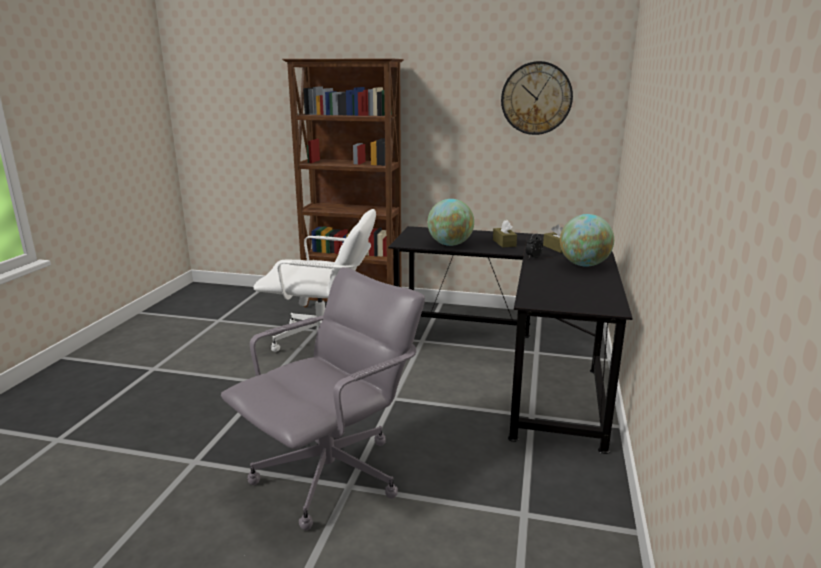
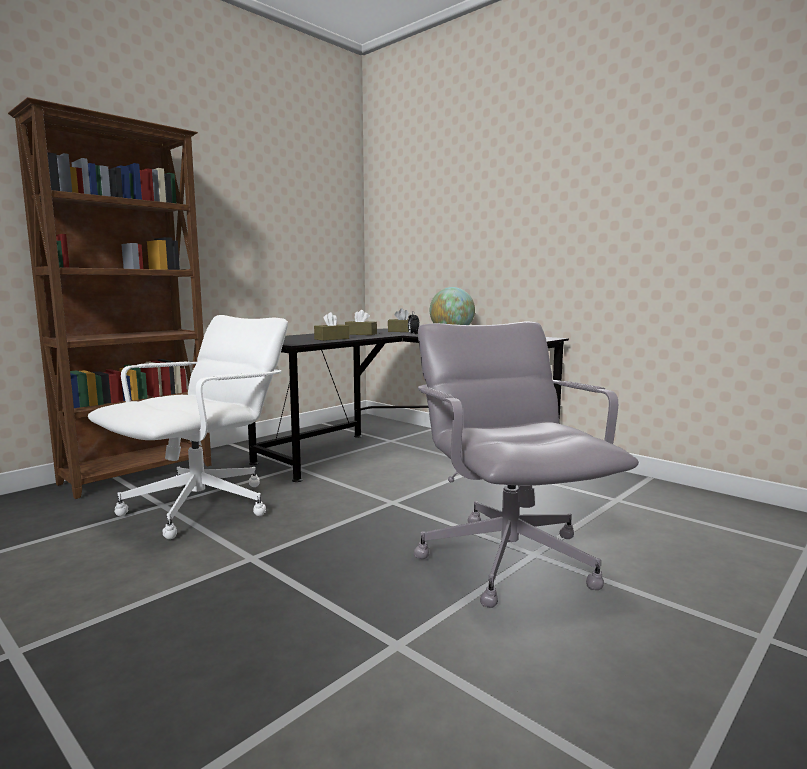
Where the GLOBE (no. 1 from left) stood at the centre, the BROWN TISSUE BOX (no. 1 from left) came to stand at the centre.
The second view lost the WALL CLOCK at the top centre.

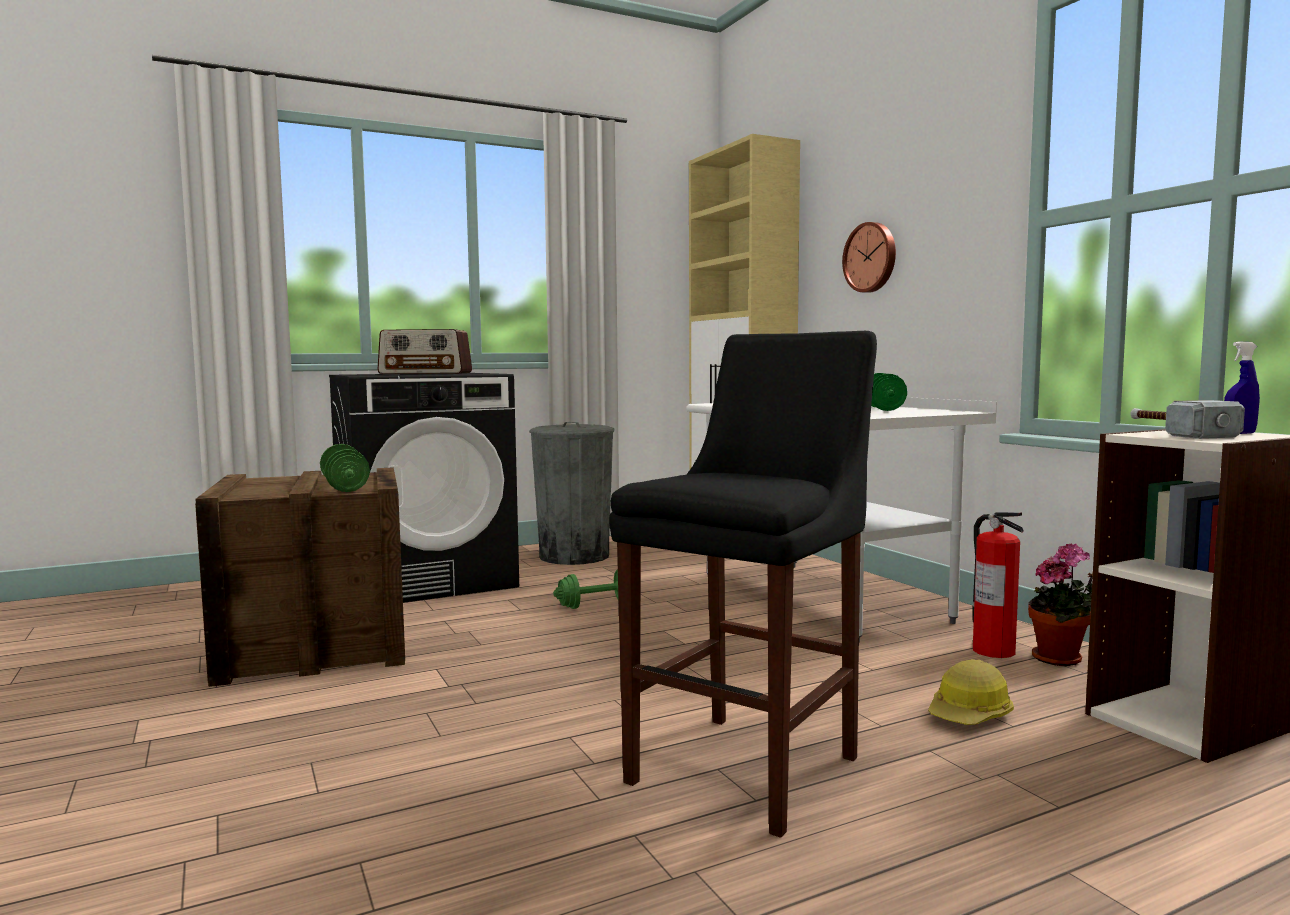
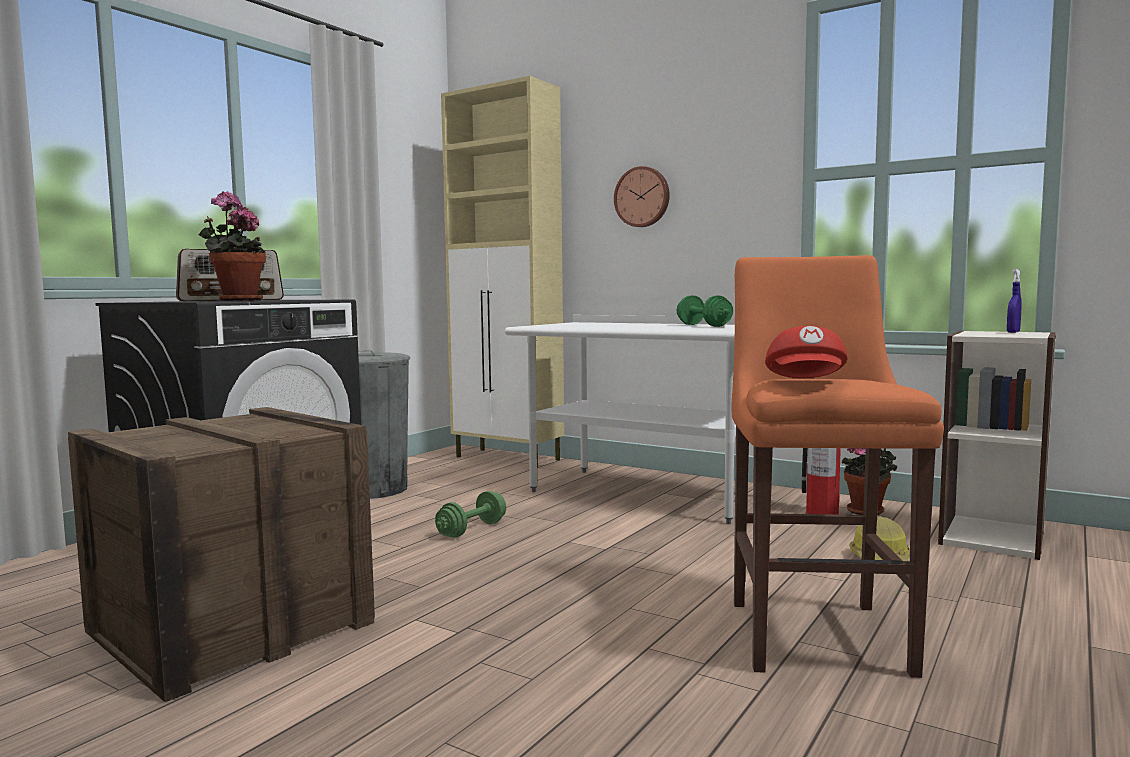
The second view lost the GREEN DUMBBELL (no. 1 from left) at the middle left.
What was the BLACKISH STOOL SEAT at the centre turned into the ORANGE-COLOURED STOOL SEAT at the middle right.
The second view lost the HAND HAMMER at the middle right.
The second view gained the POTTED PLANT (no. 1 from left) at the top left.
The second view gained the REDDISH BASEBALL CAP at the middle right.

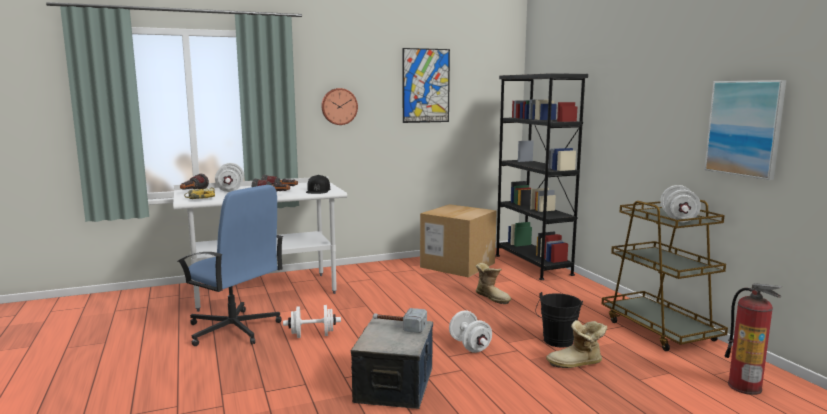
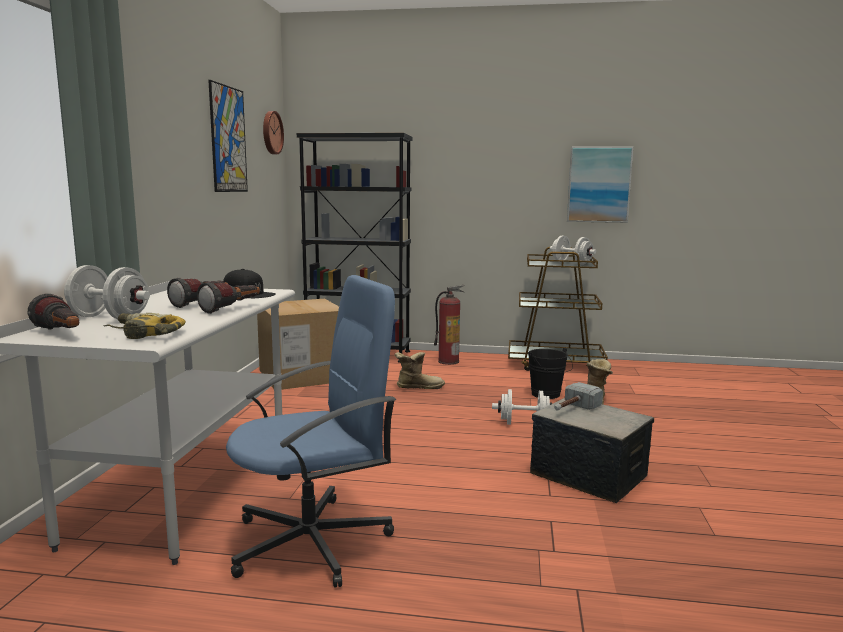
The second view lost the WHITE-COLOURED DUMBBELL (no. 2 from left) at the bottom centre.
The WALL CLOCK ended up elsewhere, having gone from the top centre to the top left.
The FIRE-FIGHTING CYLINDER ended up elsewhere, having gone from the bottom right to the centre.

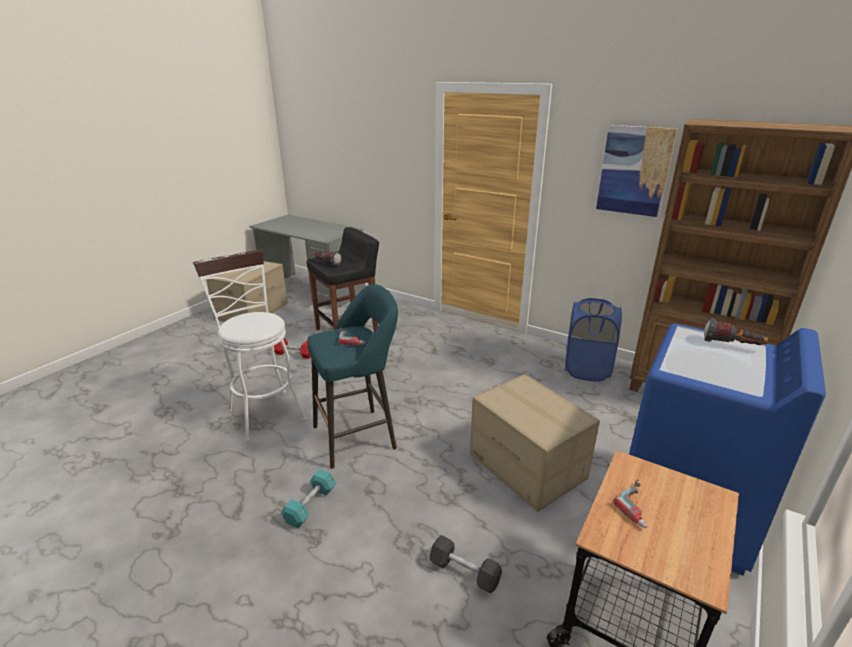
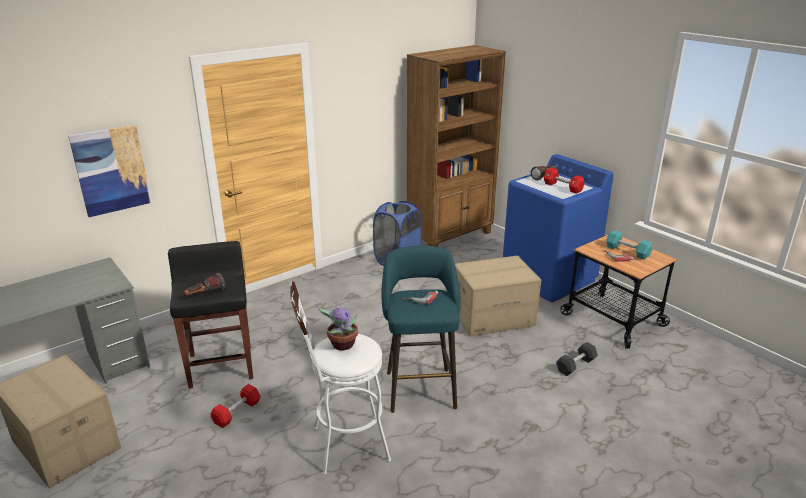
The TURQUOISE DUMBBELL ended up elsewhere, having gone from the bottom centre to the middle right.
The WALL ART ended up elsewhere, having gone from the top right to the middle left.
The second view gained the POTTED PLANT at the centre.
The second view gained the REDDISH DUMBBELL (no. 2 from left) at the middle right.

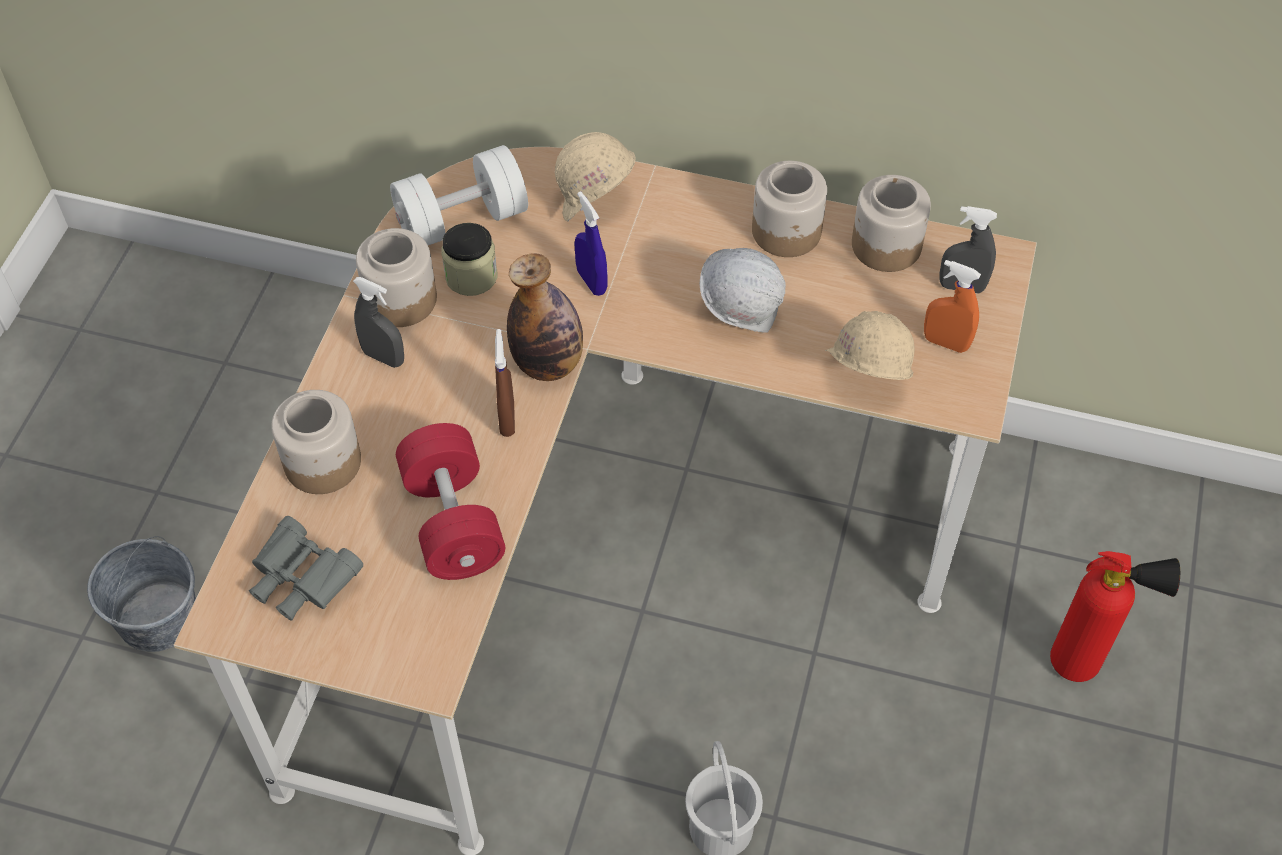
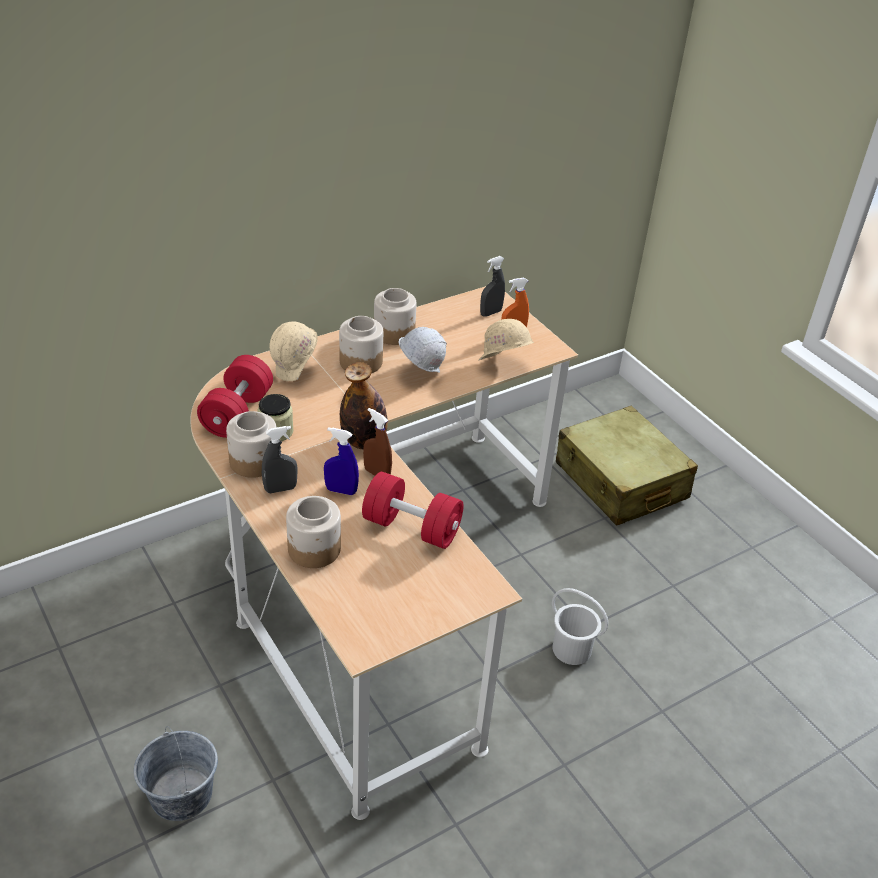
The second view lost the GREY BINOCULARS at the middle left.
What was the WHITE-COLOURED DUMBBELL at the top centre turned into the REDDISH DUMBBELL (no. 1 from left) at the middle left.
The BLUISH SPRAY BOTTLE ended up elsewhere, having gone from the top centre to the centre.
The PRESERVE JAR (no. 5 from left in the first image) ended up elsewhere, having gone from the top right to the centre.
Where the FIRE-FIGHTING CYLINDER stood at the bottom right, the SAND-COLOURED SUITCASE came to stand at the middle right.

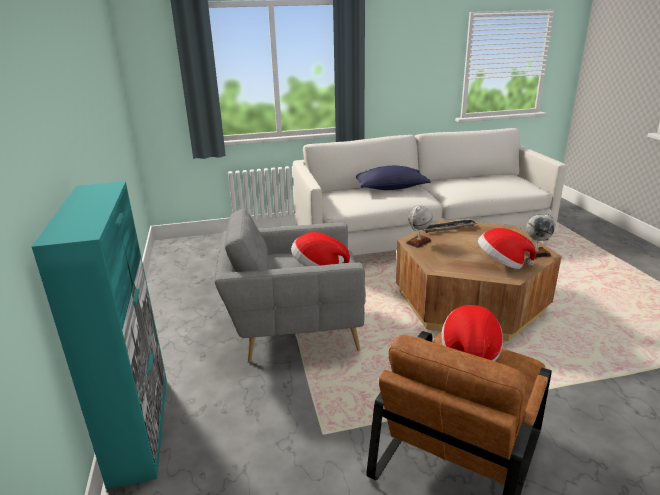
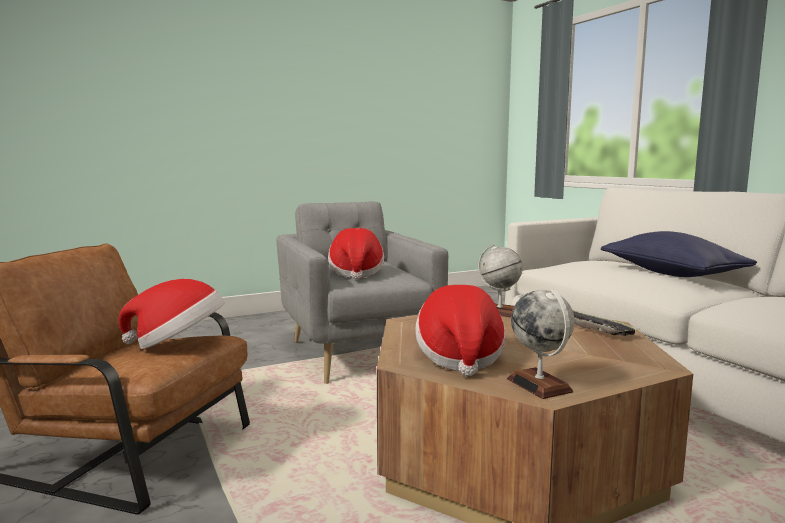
The second view lost the TURQUOISE STORAGE CABINET at the bottom left.

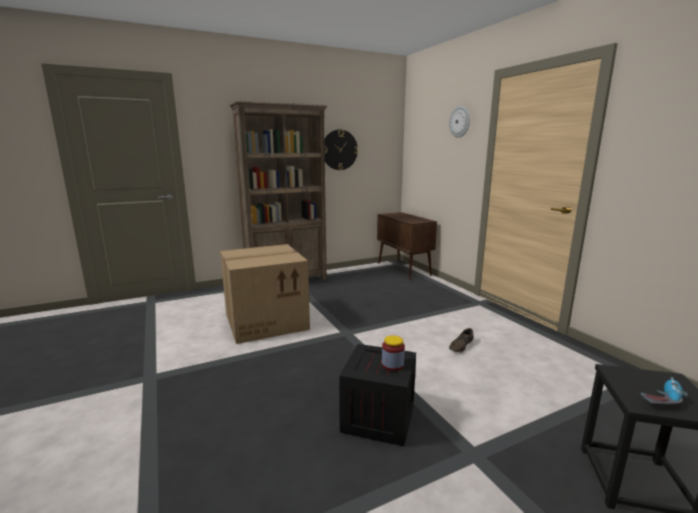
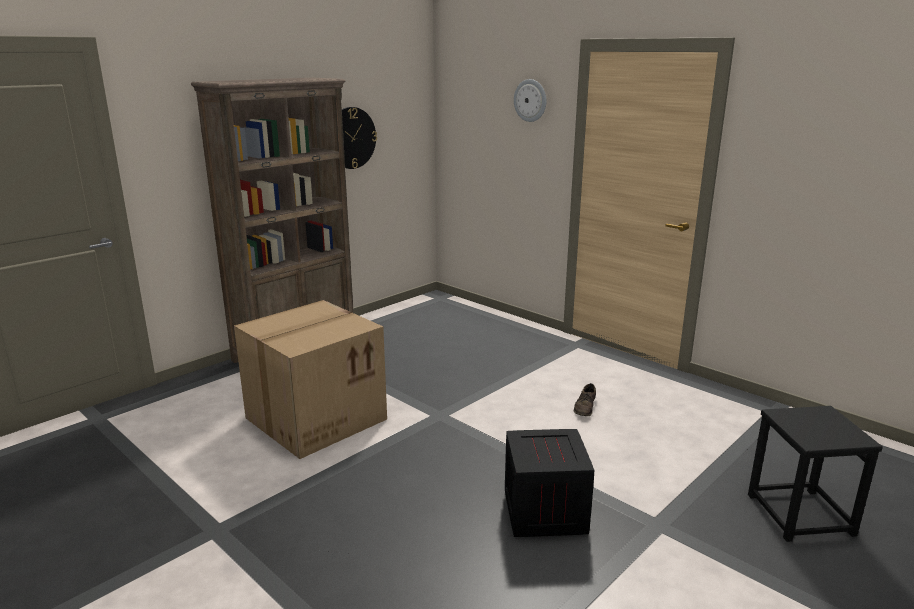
The second view lost the BROWN STORAGE CABINET at the centre.
The second view lost the PRESERVE JAR at the bottom centre.
The second view lost the ELECTRIC DRILL at the bottom right.

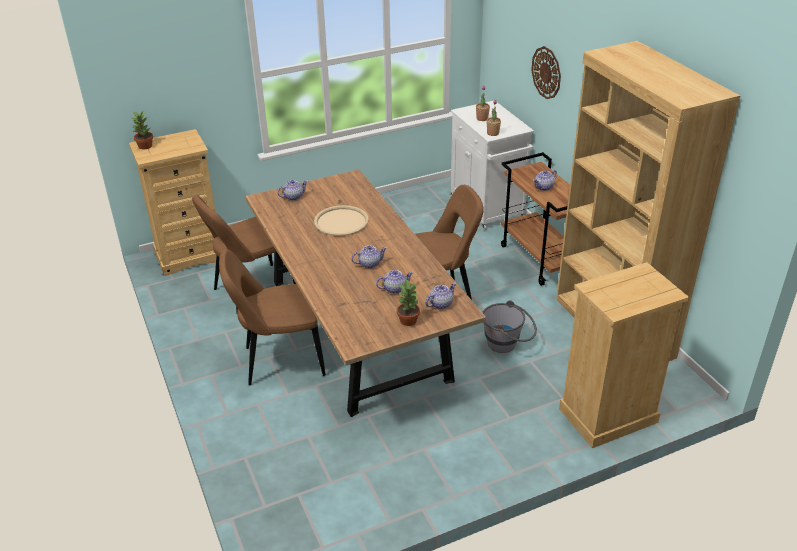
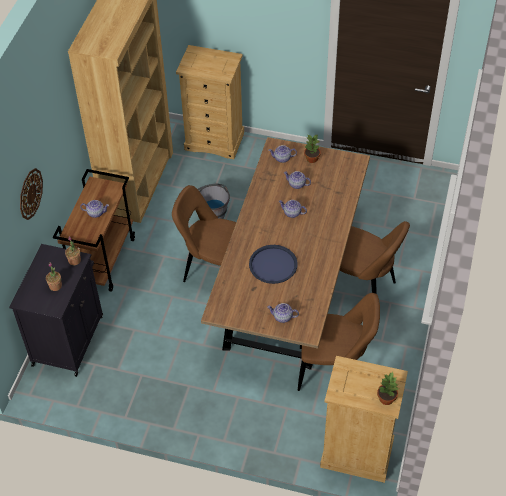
What was the SAND-COLOURED TRAY at the centre turned into the BLUISH TRAY at the centre.
What was the WHITE-COLOURED STORAGE CABINET at the top centre turned into the BLACKISH STORAGE CABINET at the middle left.

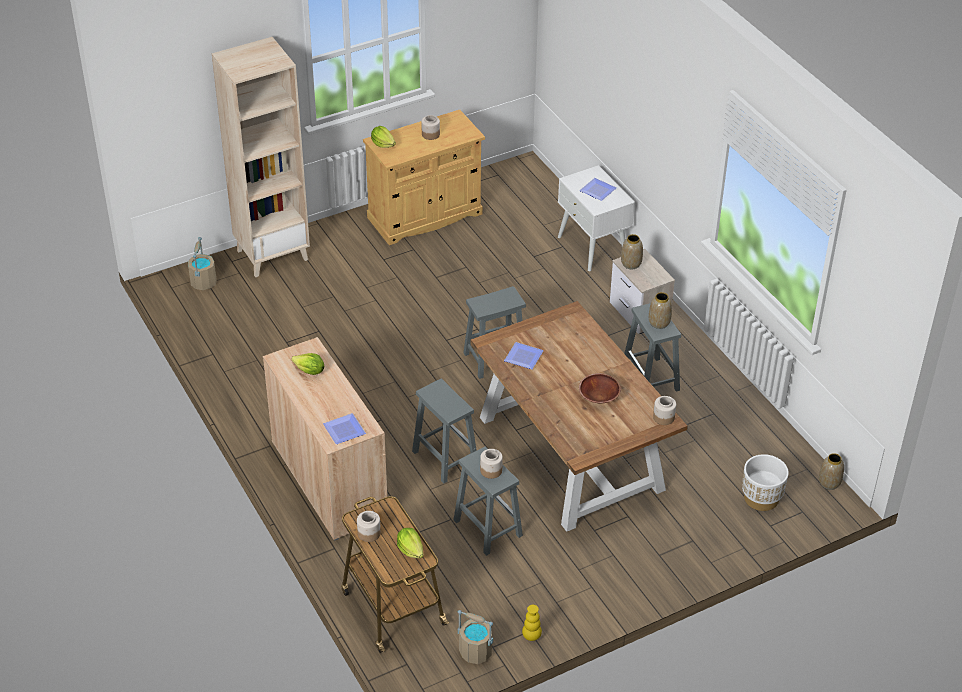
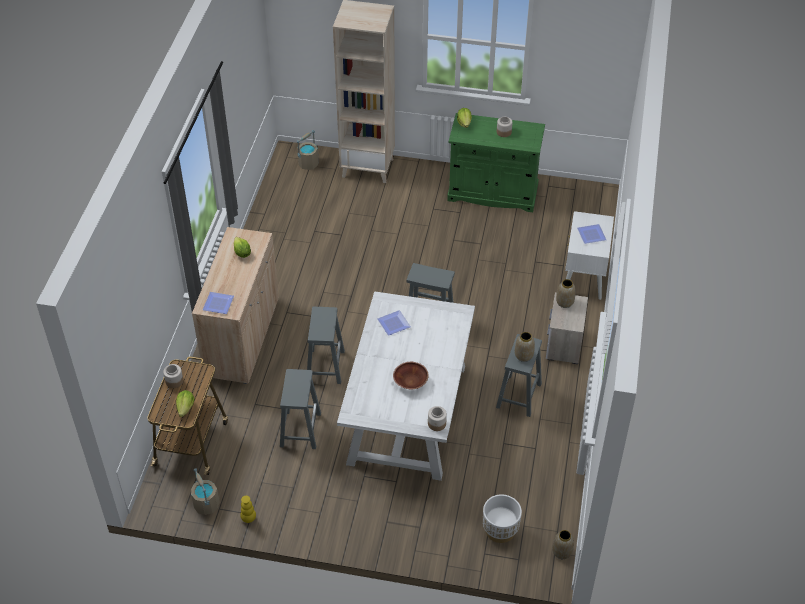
What was the SAND-COLOURED STORAGE CABINET (no. 2 from left) at the top centre turned into the GREEN STORAGE CABINET at the top centre.
What was the BROWN DINING TABLE at the centre turned into the WHITE-COLOURED DINING TABLE at the centre.
The second view lost the PRESERVE JAR (no. 3 from left) at the bottom centre.

